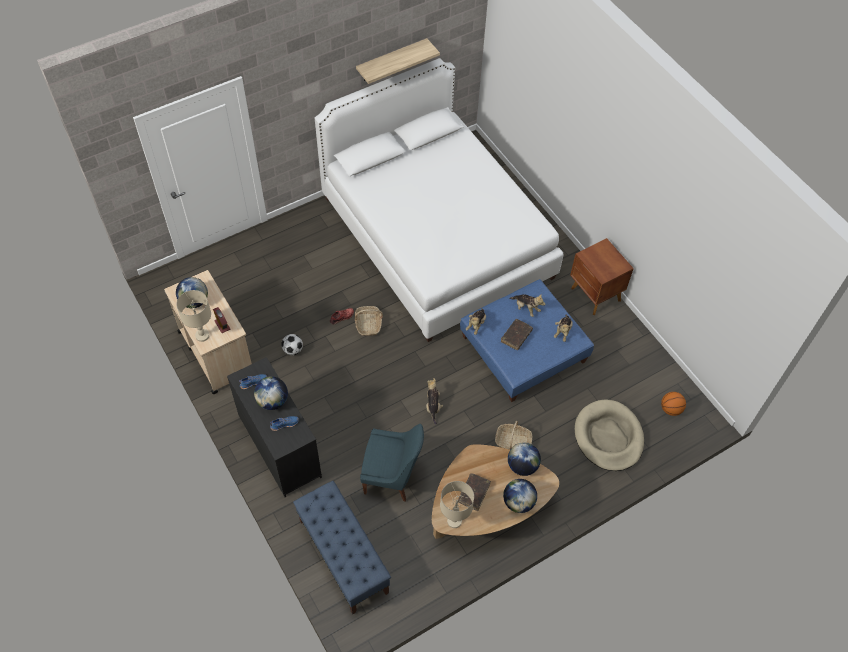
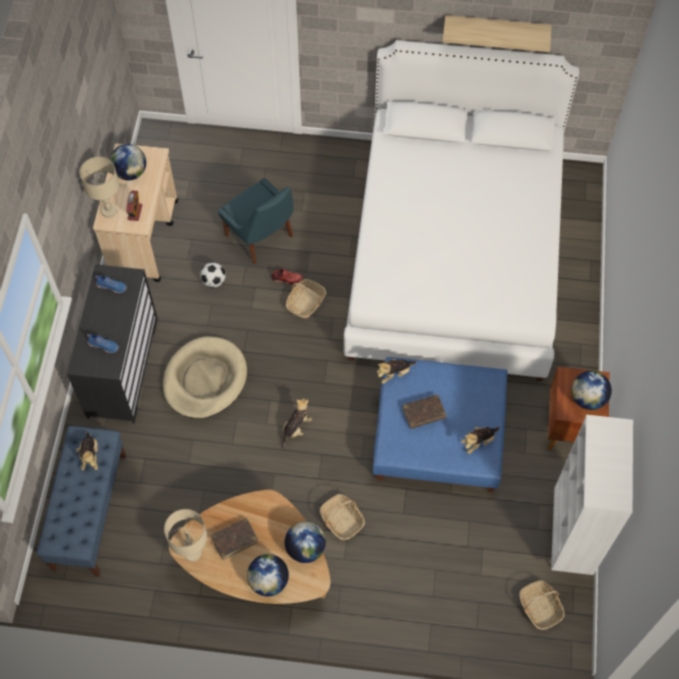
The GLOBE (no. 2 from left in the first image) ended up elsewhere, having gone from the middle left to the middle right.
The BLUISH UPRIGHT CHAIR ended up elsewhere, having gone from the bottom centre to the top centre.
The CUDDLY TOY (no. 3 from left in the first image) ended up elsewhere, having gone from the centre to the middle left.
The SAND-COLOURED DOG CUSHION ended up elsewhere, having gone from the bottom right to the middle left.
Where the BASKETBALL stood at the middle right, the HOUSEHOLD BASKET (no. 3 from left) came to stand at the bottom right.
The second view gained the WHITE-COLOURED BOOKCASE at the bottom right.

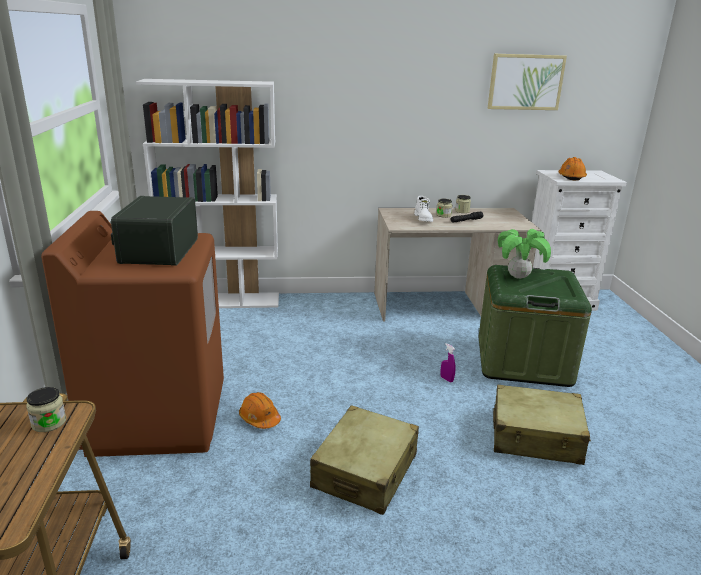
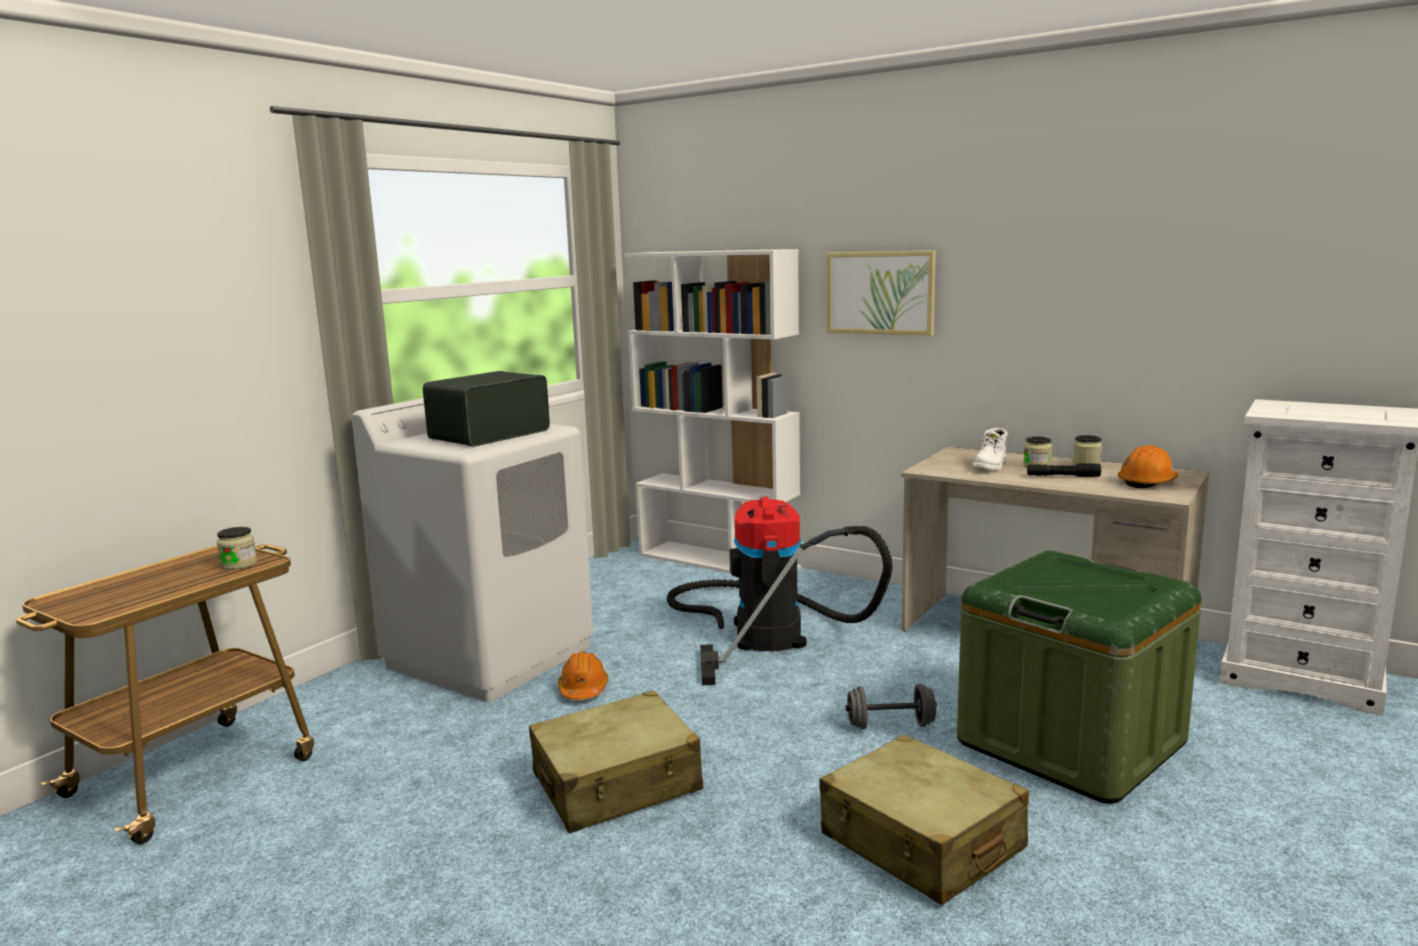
What was the BROWN LAUNDRY MACHINE at the middle left turned into the WHITE-COLOURED LAUNDRY MACHINE at the middle left.
Where the PURPLE SPRAY BOTTLE stood at the centre, the GREY DUMBBELL came to stand at the bottom centre.
The WALL ART ended up elsewhere, having gone from the top right to the top centre.
The second view lost the POTTED PLANT at the middle right.
The ORANGE-COLOURED SAFETY HELMET (no. 2 from left) ended up elsewhere, having gone from the top right to the middle right.
The second view gained the VACUUM at the centre.

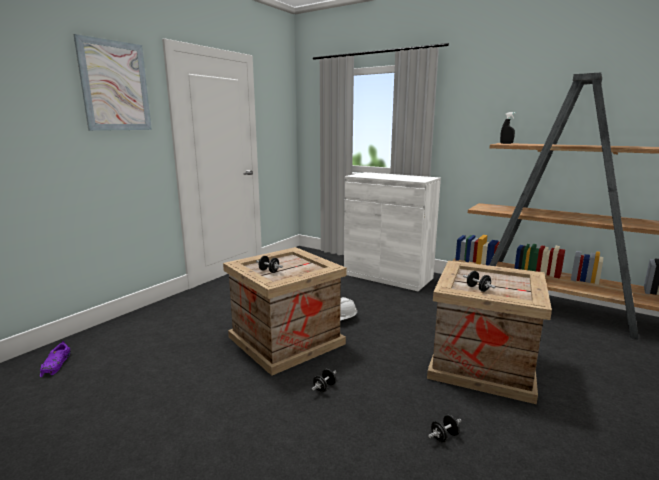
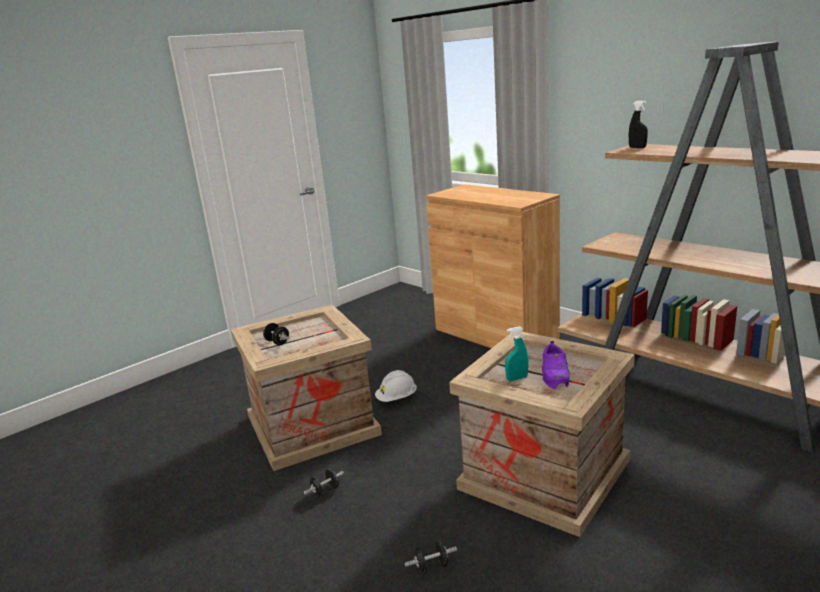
The PURPLE ITEM OF FOOTWEAR ended up elsewhere, having gone from the bottom left to the middle right.
The second view lost the WALL ART at the top left.
What was the WHITE-COLOURED STORAGE CABINET at the centre turned into the BROWN STORAGE CABINET at the centre.
Where the BLACKISH DUMBBELL (no. 4 from left) stood at the middle right, the TURQUOISE SPRAY BOTTLE came to stand at the centre.

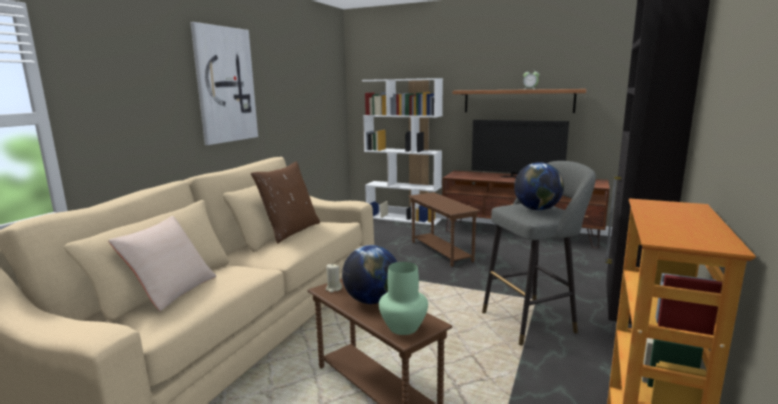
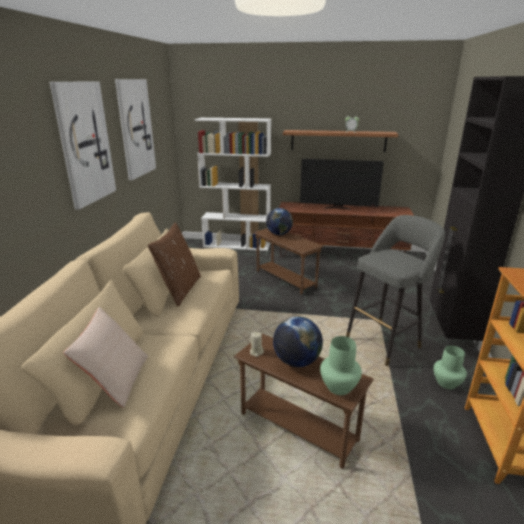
The GLOBE (no. 2 from left in the first image) ended up elsewhere, having gone from the middle right to the centre.
The second view gained the WALL ART (no. 2 from left) at the top left.
The second view gained the GREEN FLOWER VASE (no. 2 from left) at the bottom right.

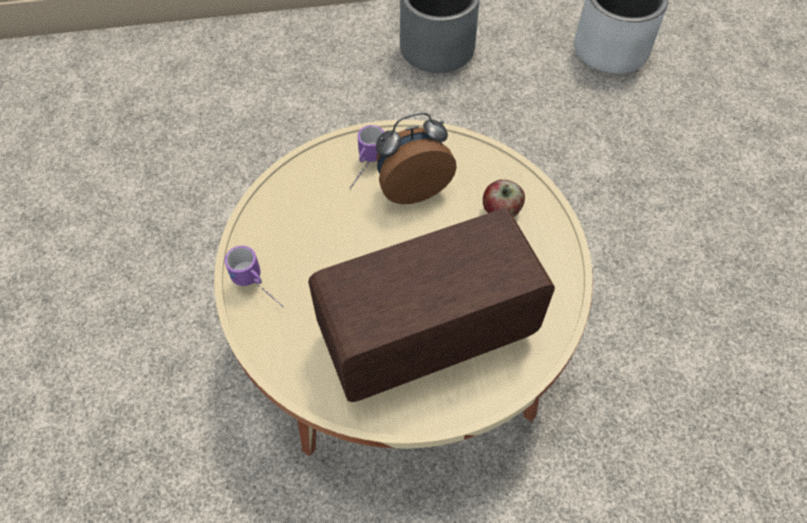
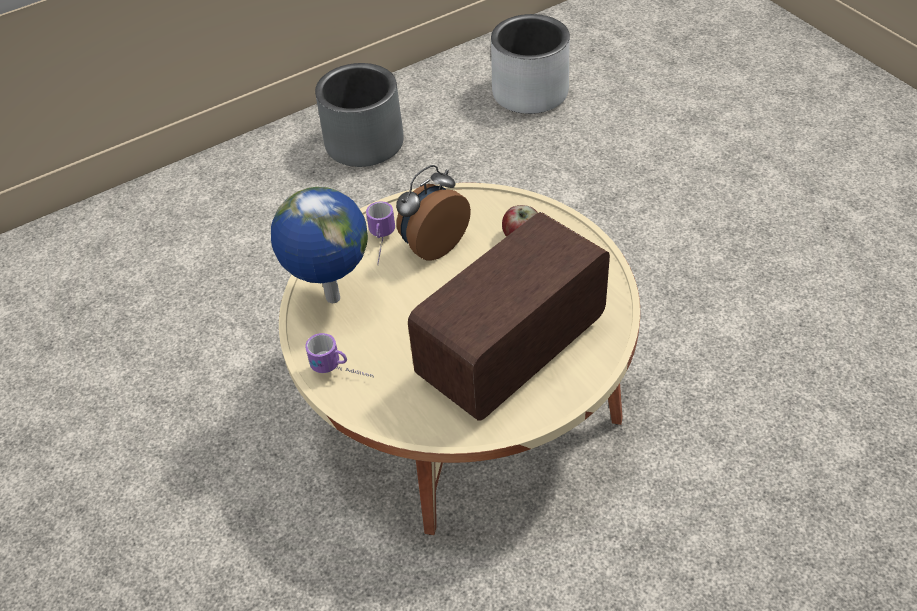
The second view gained the GLOBE at the centre.

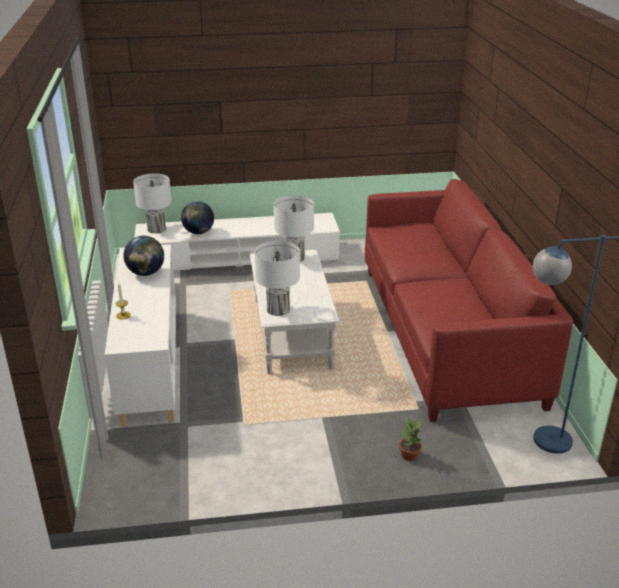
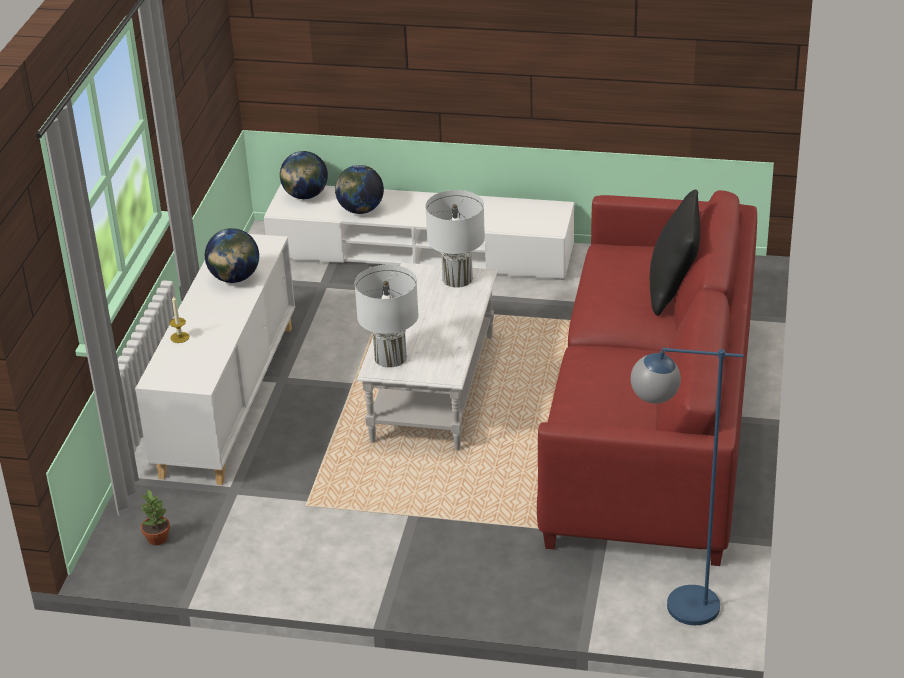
Where the WHITE-COLOURED LAMP FOR A TABLE (no. 1 from left) stood at the middle left, the GLOBE (no. 2 from left) came to stand at the top centre.
The POTTED PLANT ended up elsewhere, having gone from the bottom centre to the bottom left.
The second view gained the BLACKISH THROW PILLOW at the middle right.

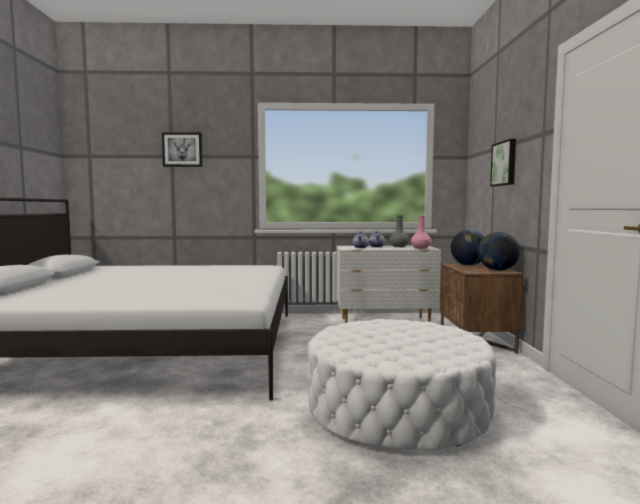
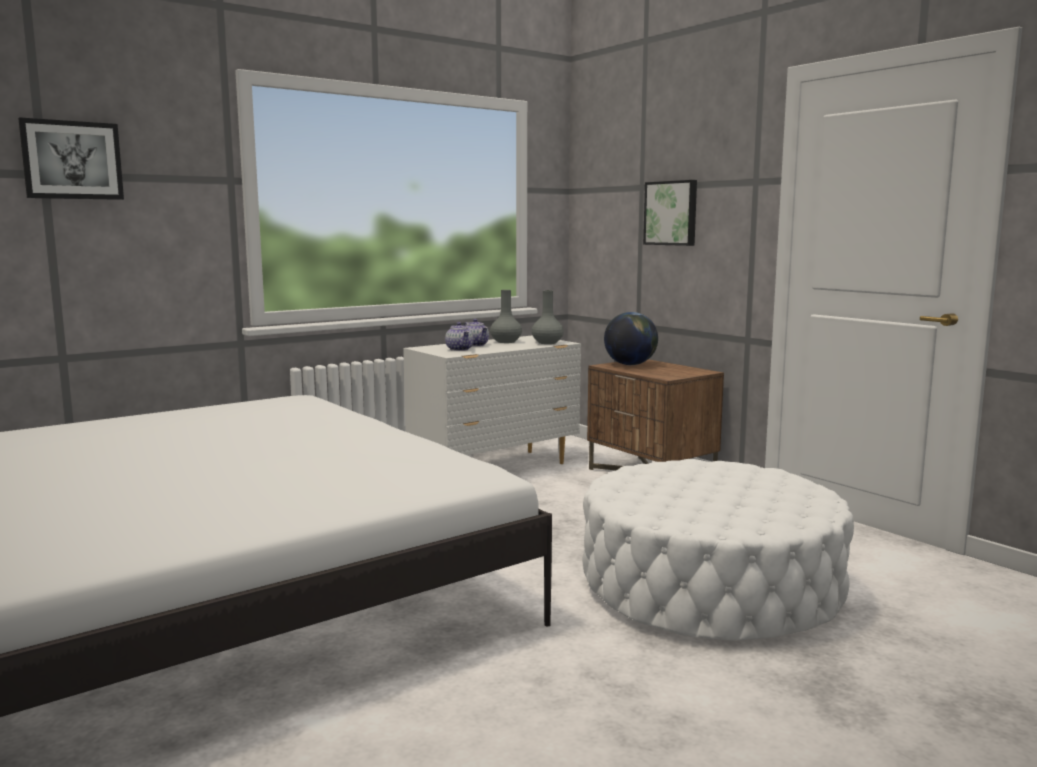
What was the PINK FLOWER VASE at the centre turned into the GREY FLOWER VASE (no. 2 from left) at the centre.
The second view lost the GLOBE (no. 2 from left) at the middle right.

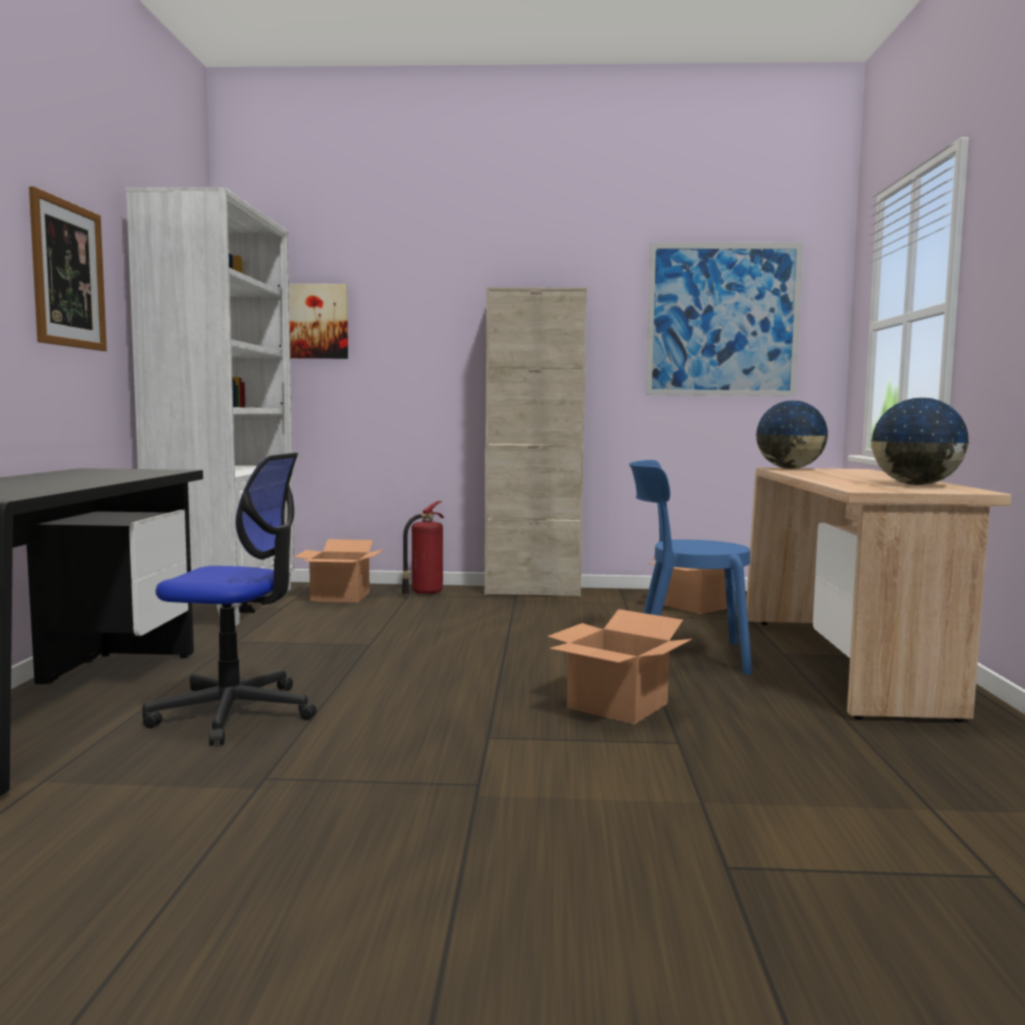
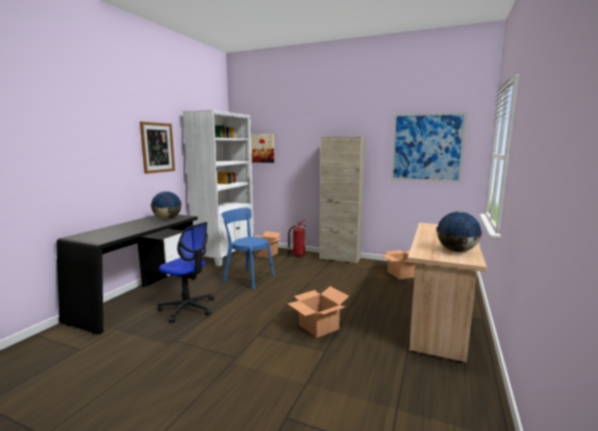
The BLUISH UPRIGHT CHAIR ended up elsewhere, having gone from the middle right to the centre.
The GLOBE (no. 1 from left) ended up elsewhere, having gone from the middle right to the middle left.

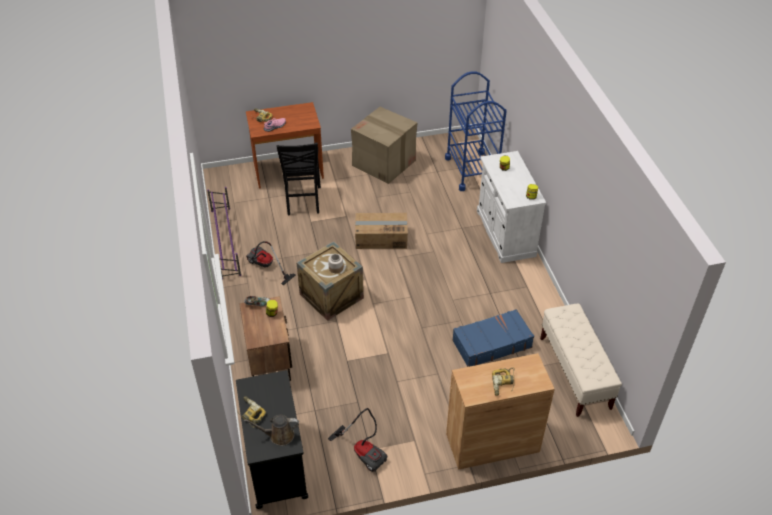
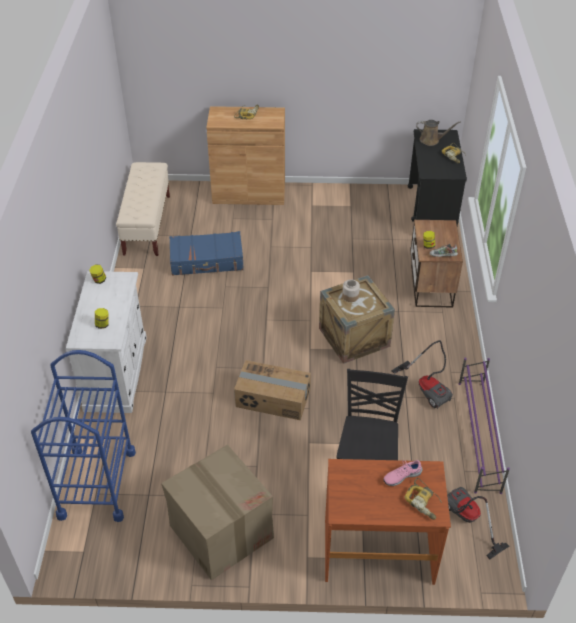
The VACUUM (no. 2 from left) ended up elsewhere, having gone from the bottom centre to the bottom right.

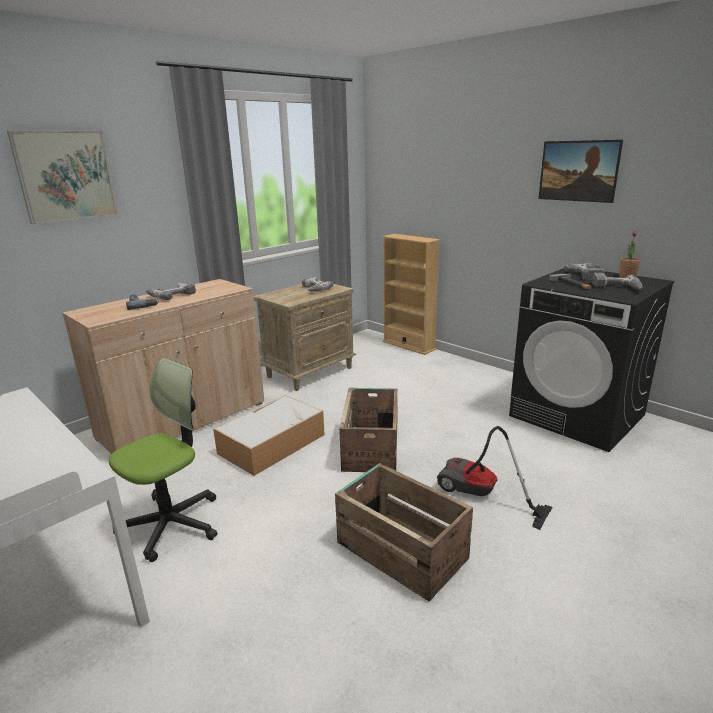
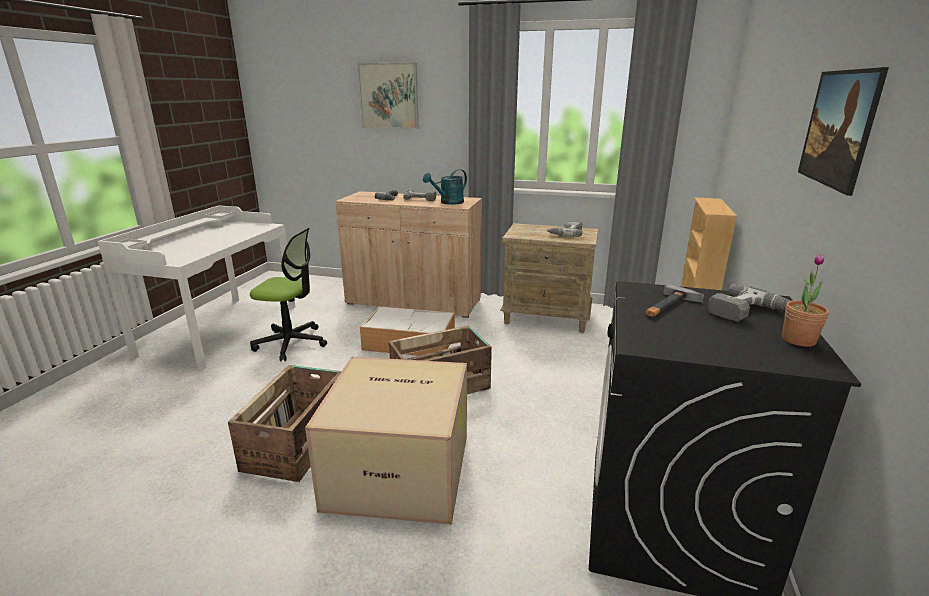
Where the VACUUM stood at the bottom right, the CARTON came to stand at the bottom centre.
The second view lost the ELECTRIC DRILL (no. 5 from left) at the middle right.
The second view gained the TURQUOISE SPRINKLING CAN at the top centre.

